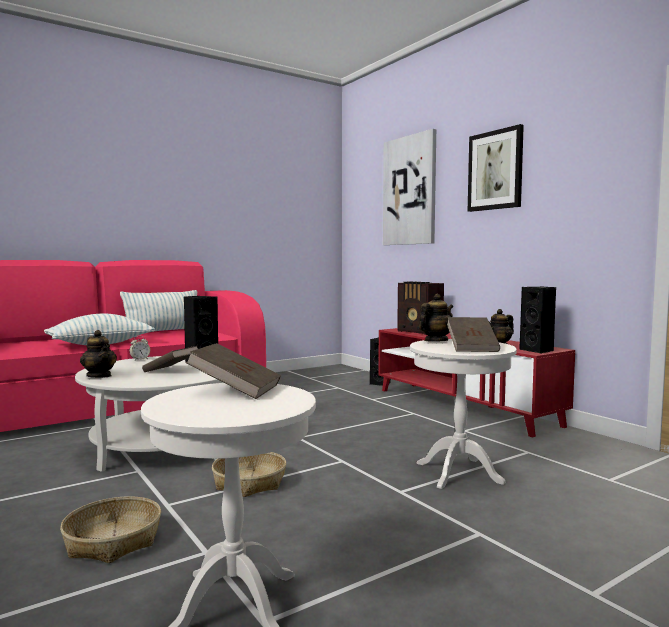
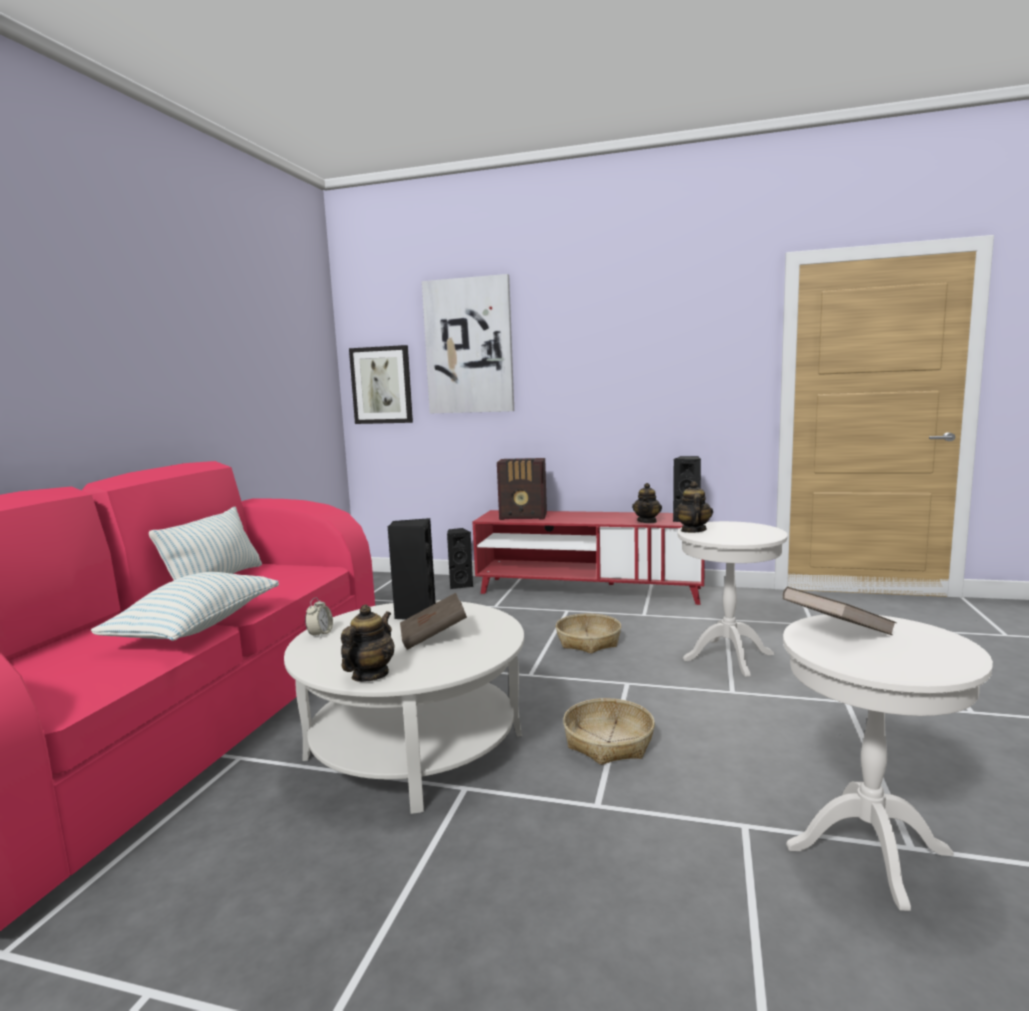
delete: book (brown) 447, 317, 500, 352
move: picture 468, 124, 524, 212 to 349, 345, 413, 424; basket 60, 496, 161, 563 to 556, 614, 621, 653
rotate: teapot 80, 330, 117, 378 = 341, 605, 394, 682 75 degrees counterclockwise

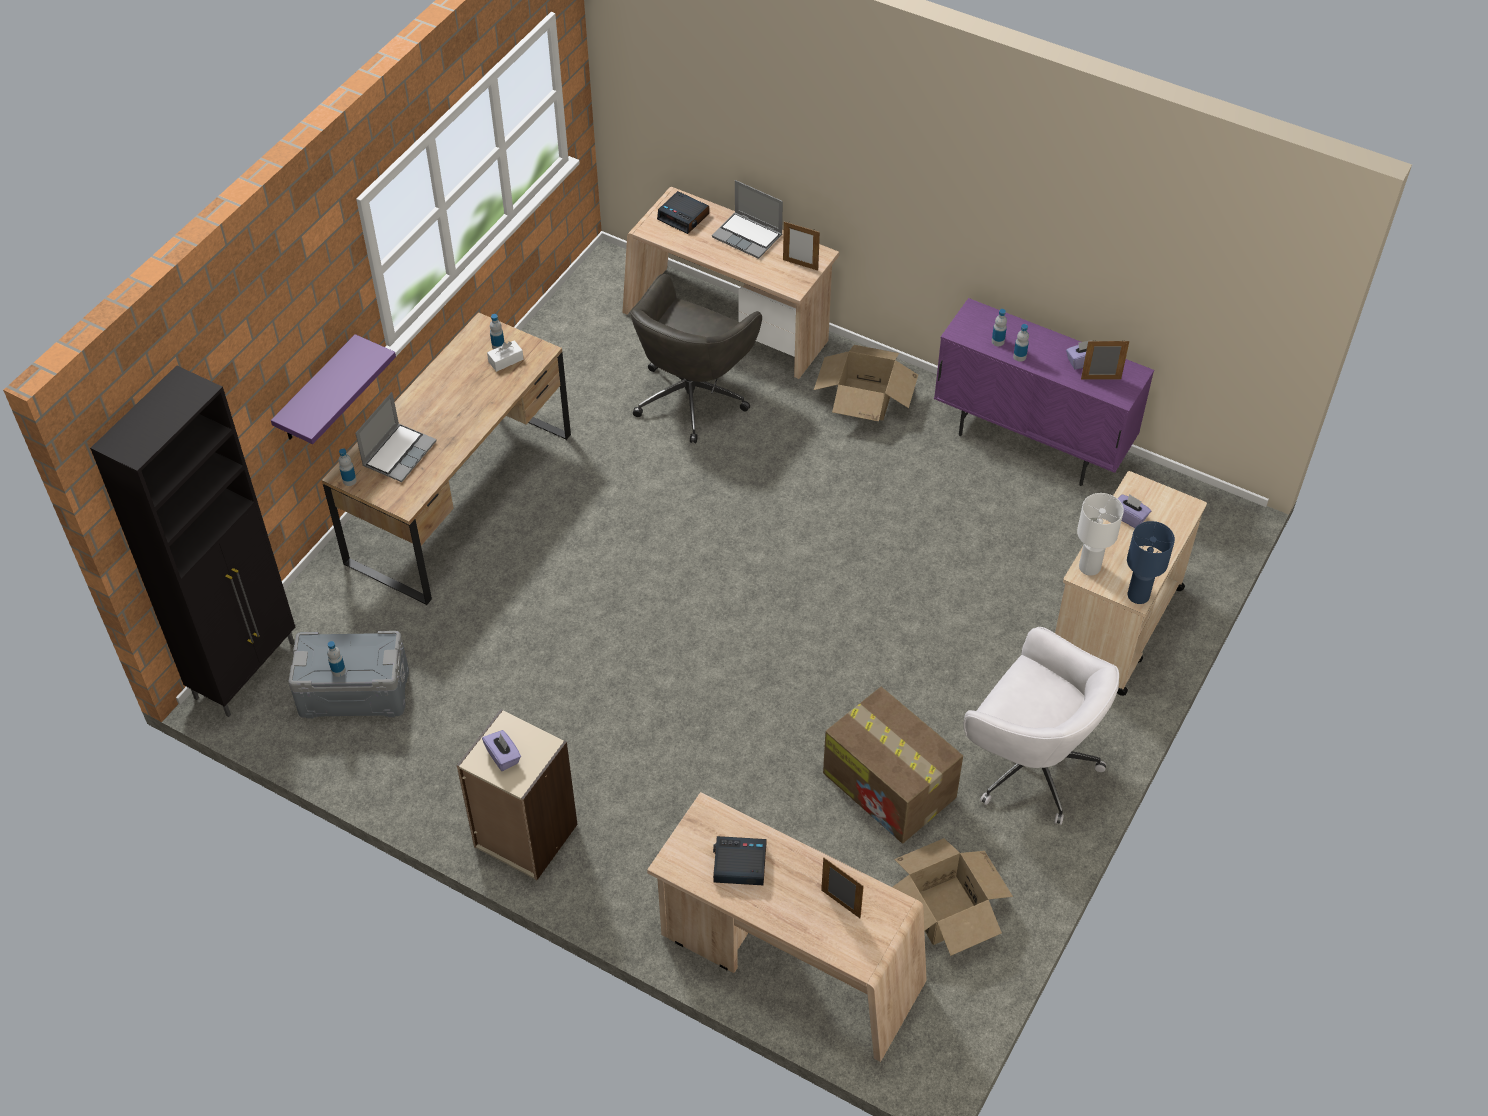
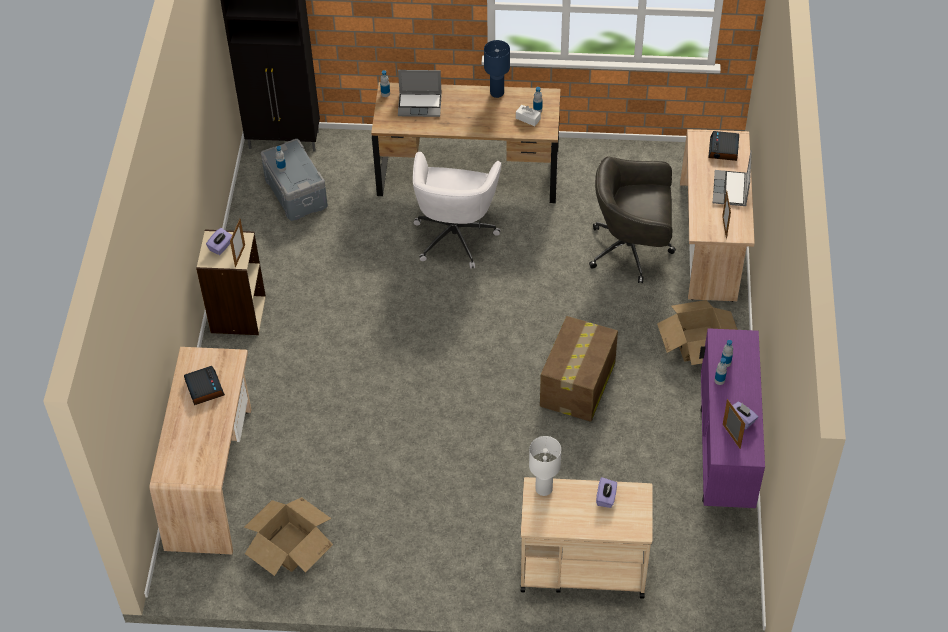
delete: shelf (purple) 271, 334, 396, 444
move: picture frame 821, 858, 864, 918 to 230, 219, 245, 268; office chair (white) 964, 627, 1119, 825 to 413, 152, 502, 269; table lamp (blue) 1127, 521, 1175, 604 to 484, 40, 510, 98; cardboard box 823, 687, 963, 844 to 540, 316, 618, 422

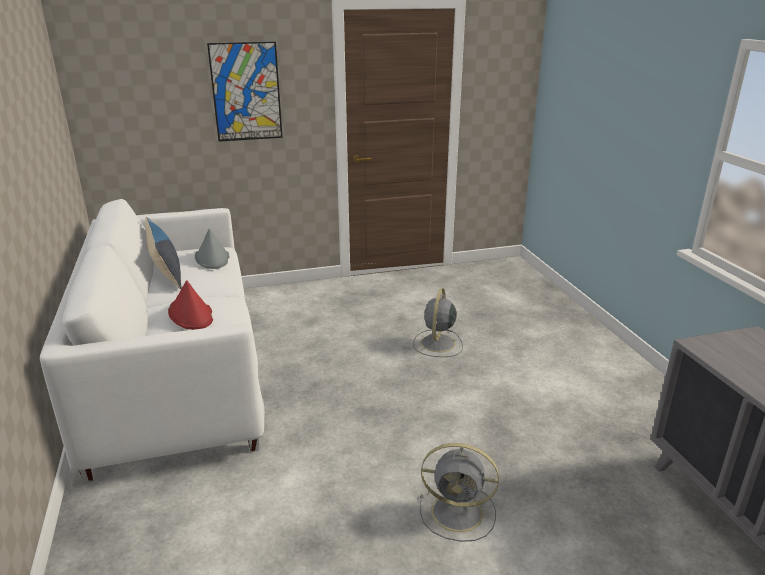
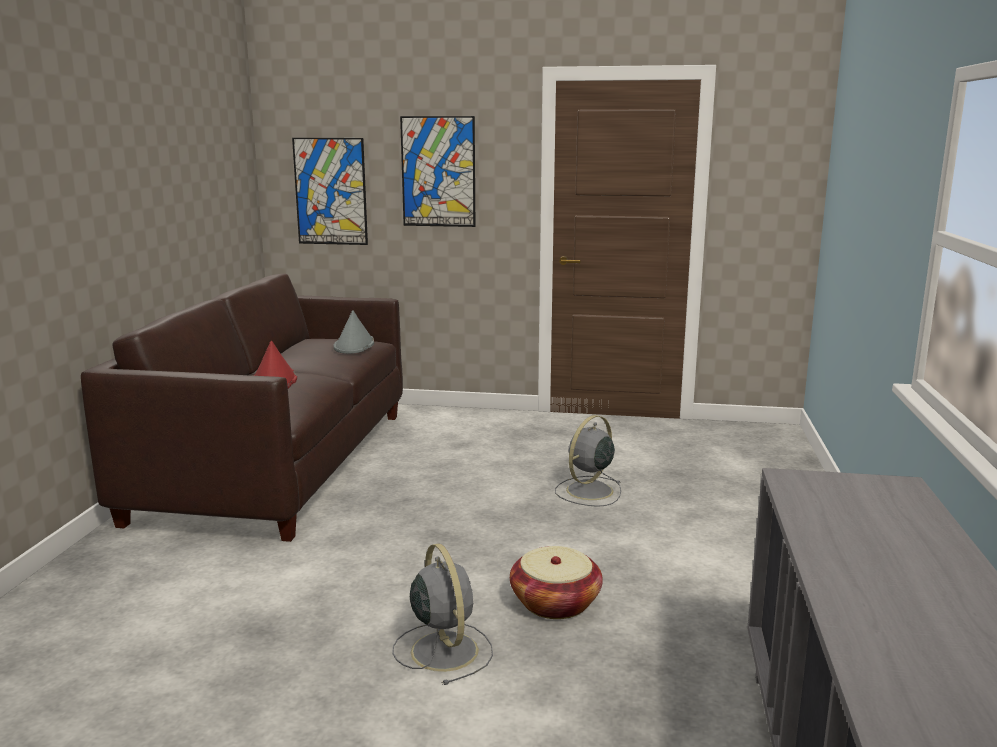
delete: pillow 145, 217, 182, 289
insert: picture 292, 138, 368, 245; basket 510, 546, 603, 619
recolor: sofa (white) 40, 199, 265, 482 to sofa (brown) 81, 274, 403, 542
rotate: fan (grey) 420, 443, 499, 542 = 392, 543, 493, 685 150 degrees counterclockwise

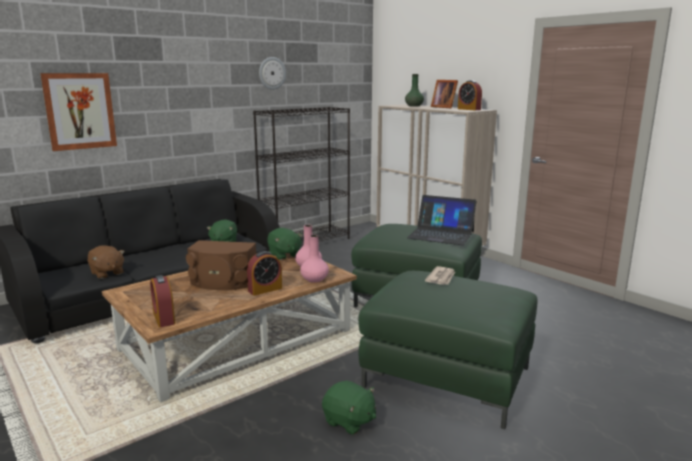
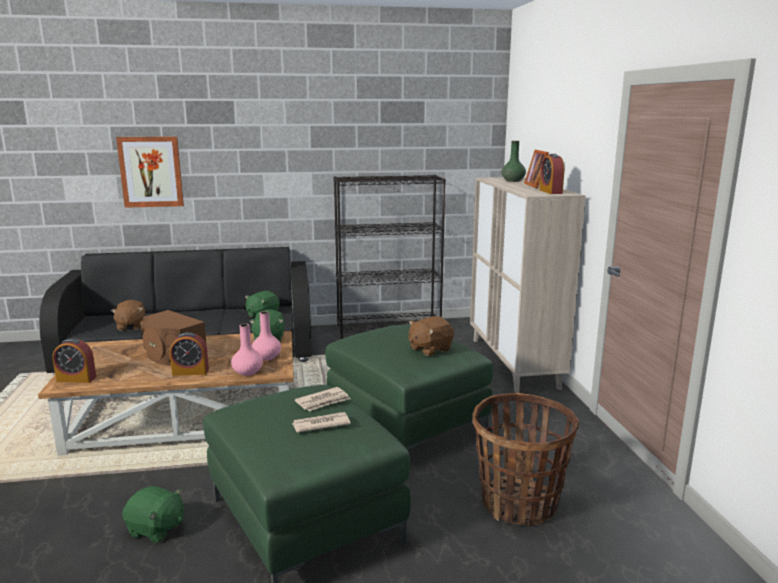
delete: wall clock 259, 57, 286, 90
insert: newspaper 292, 412, 351, 432; basket 472, 393, 579, 526
replace: laptop 407, 195, 476, 245 to plush toy (brown) 409, 316, 454, 356
rotate: alarm clock 150, 275, 175, 327 = 53, 338, 96, 383 90 degrees counterclockwise; plush toy (green) 322, 381, 376, 435 = 122, 486, 184, 543 45 degrees counterclockwise

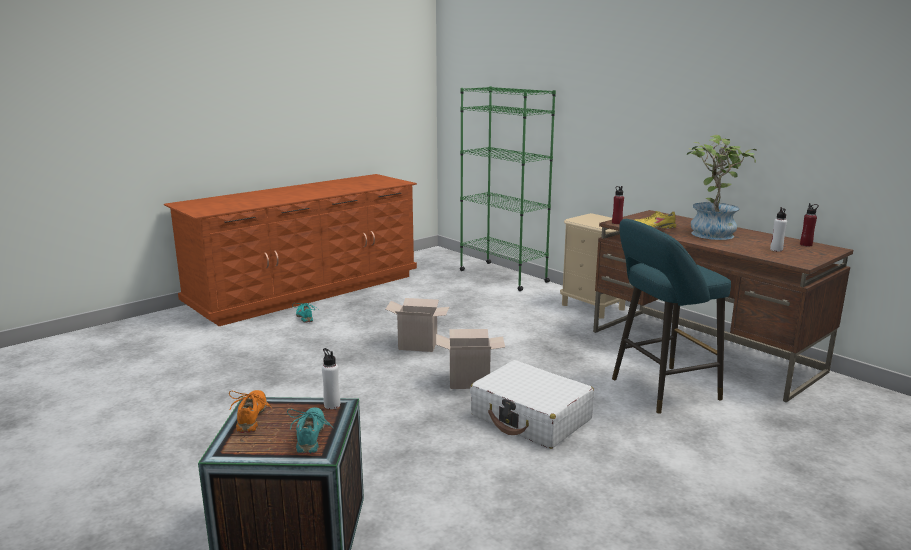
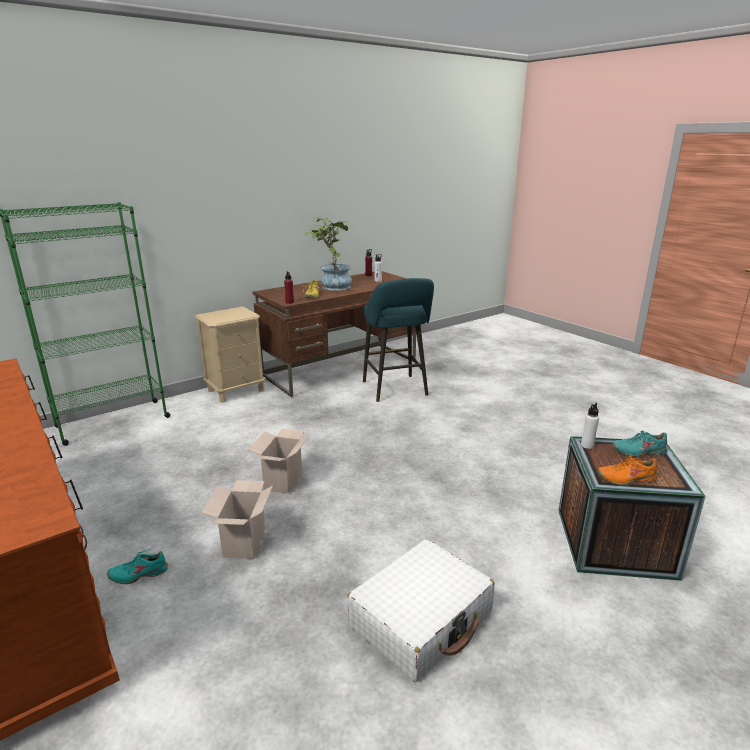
move: cardboard box 436, 329, 505, 389 to 202, 480, 273, 559; suitcase (white) 470, 360, 594, 449 to 347, 539, 495, 682

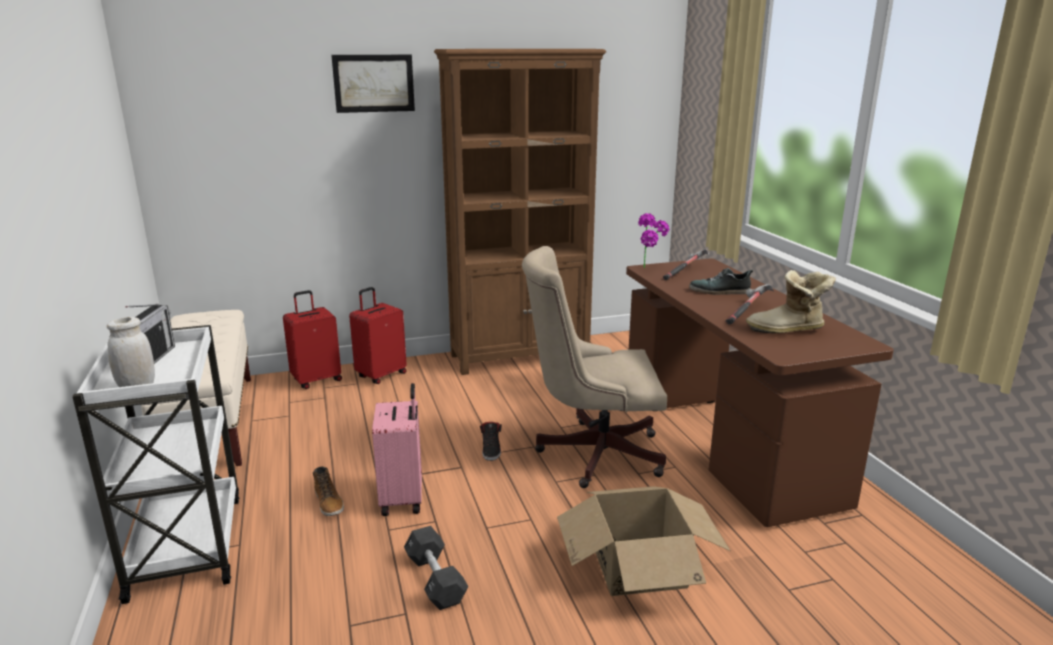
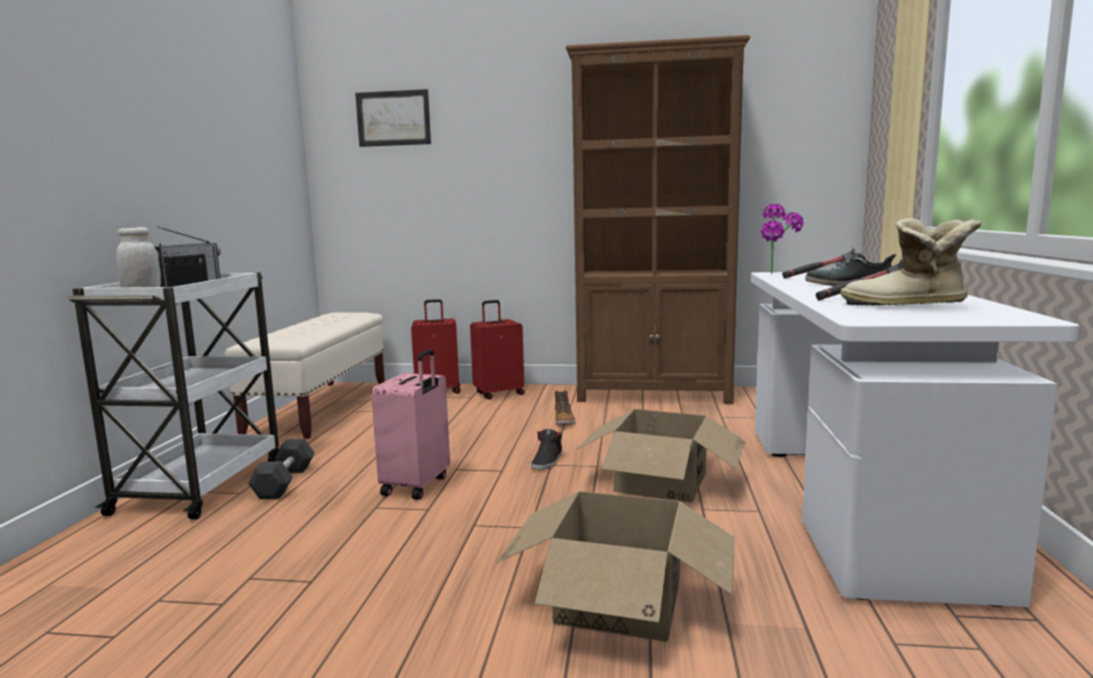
move: dumbbell (black) 404, 526, 469, 610 to 248, 439, 315, 499; picture 331, 55, 415, 113 to 355, 89, 431, 147; boot 313, 467, 344, 516 to 555, 390, 575, 425
replace: office chair (beige) 522, 246, 667, 488 to cardboard box 576, 409, 745, 503
recolor: desk (brown) 626, 259, 894, 527 to desk (white) 751, 272, 1079, 607

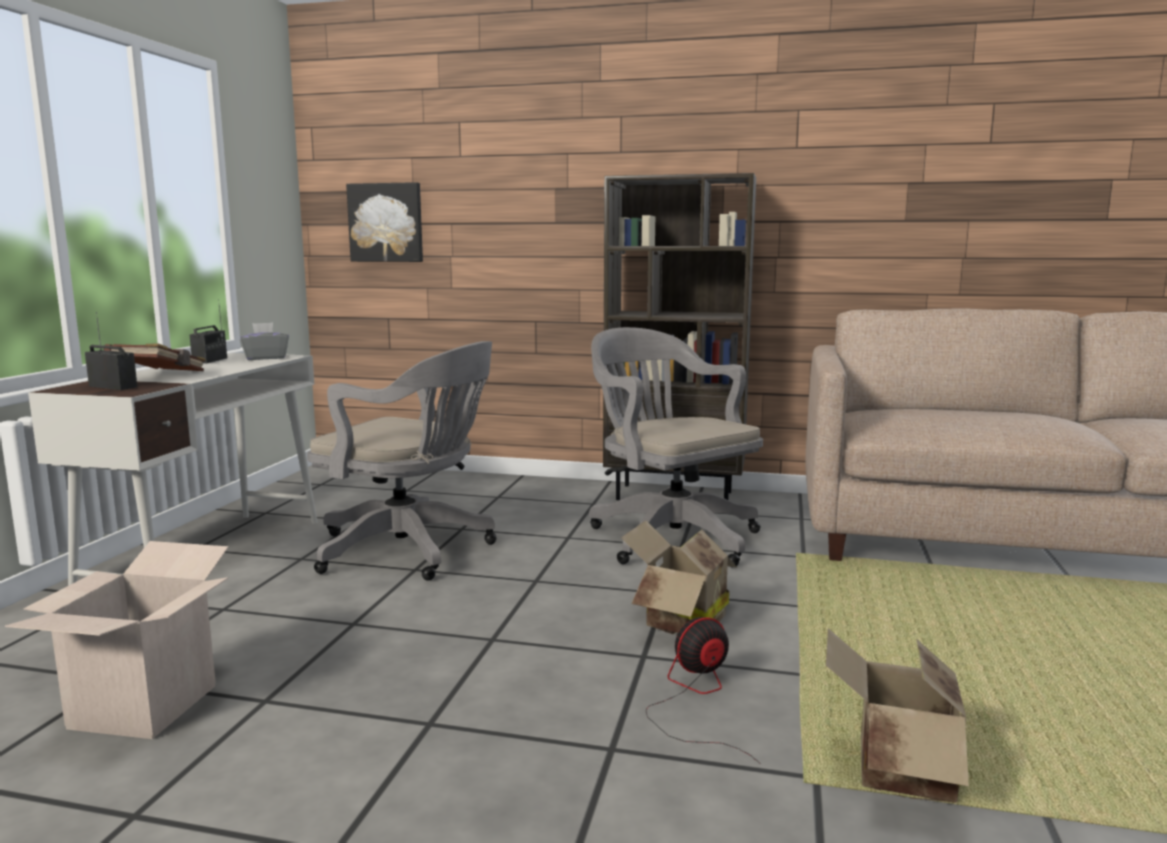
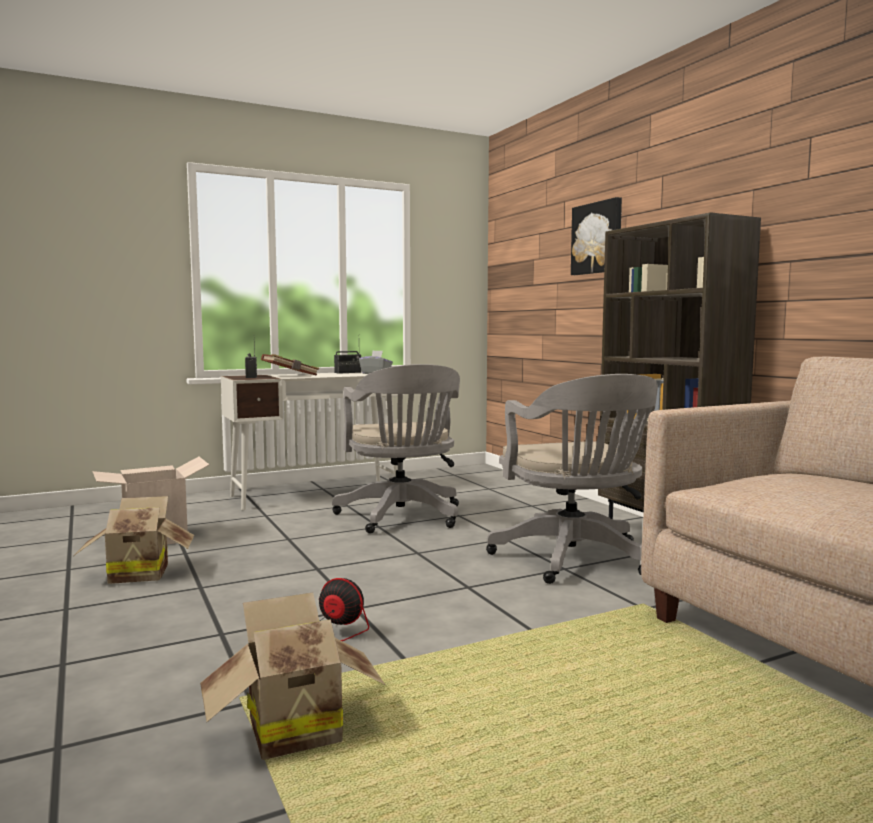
move: cardboard box 621, 520, 737, 635 to 75, 496, 194, 584; picture 346, 182, 423, 262 to 571, 197, 622, 275
rotate: office chair (grey) 589, 327, 763, 566 = 486, 374, 658, 584 150 degrees clockwise

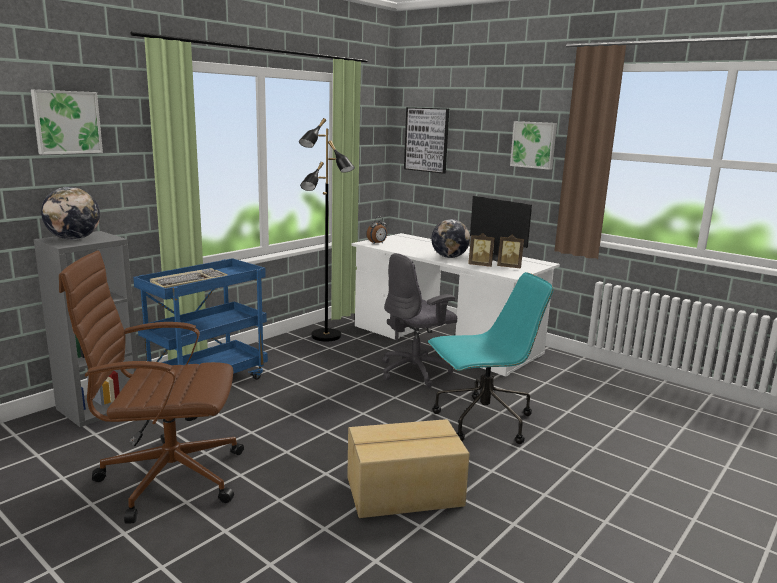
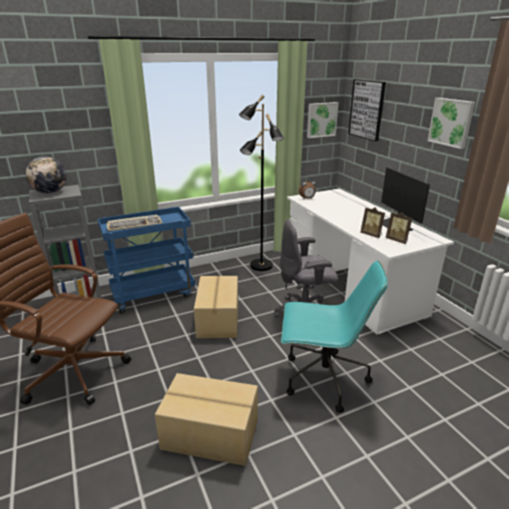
delete: globe 431, 219, 470, 258
insert: cardboard box 194, 276, 238, 338
move: picture 31, 90, 103, 155 to 307, 102, 338, 138

